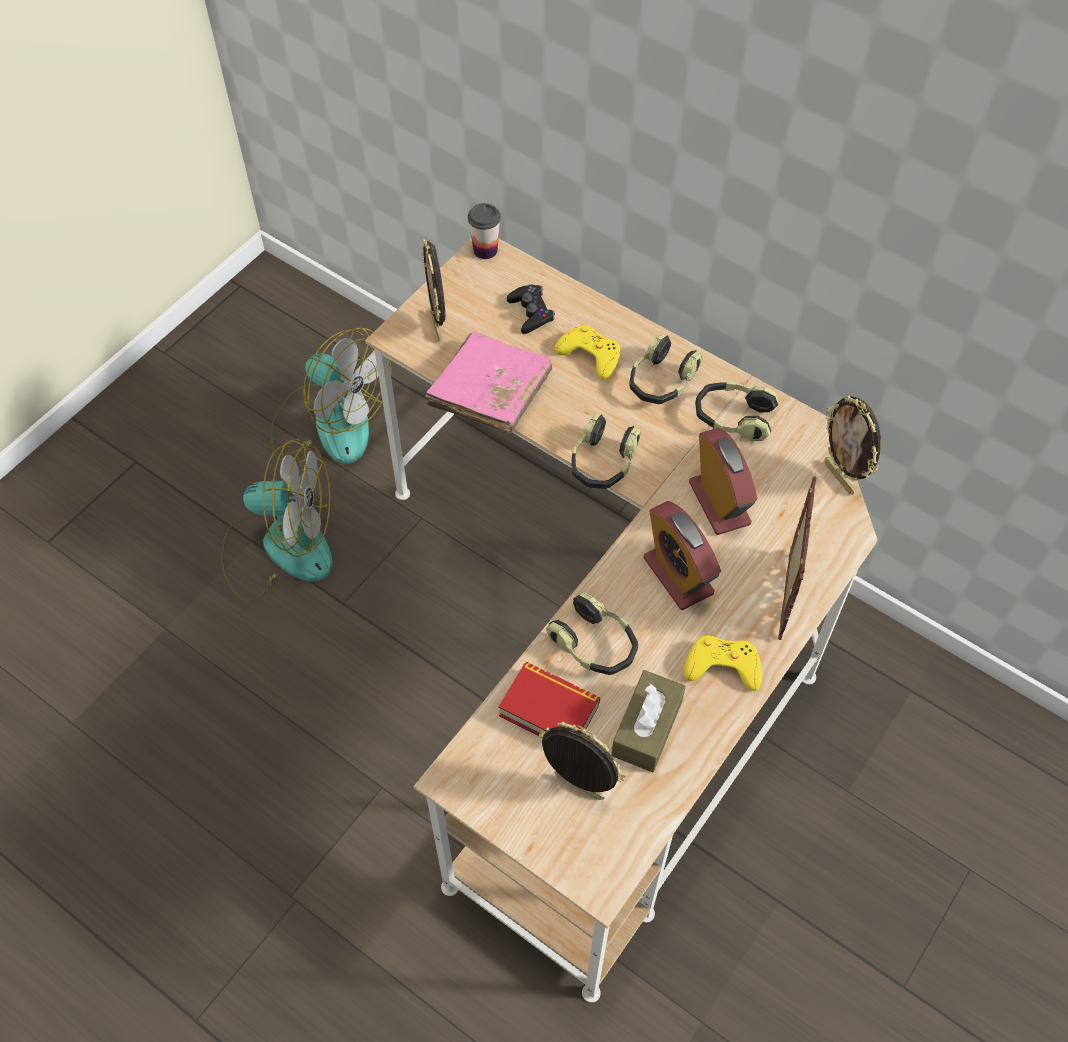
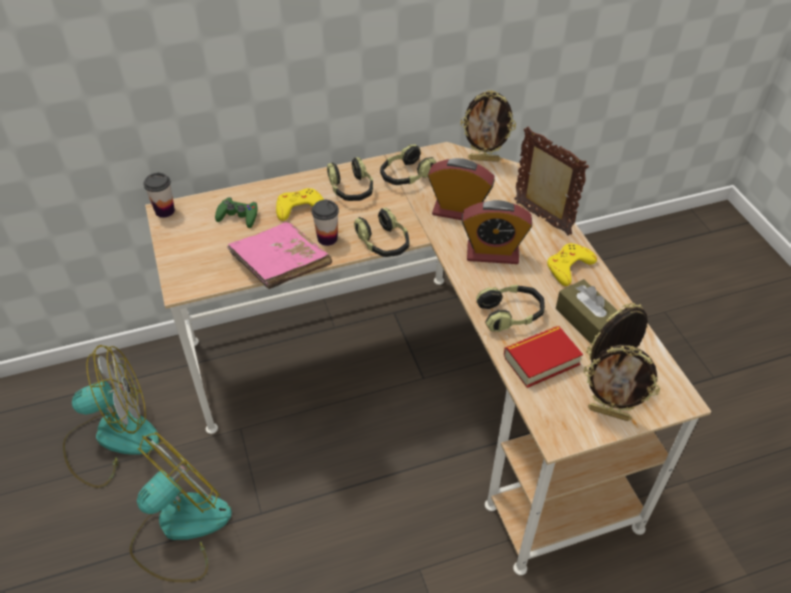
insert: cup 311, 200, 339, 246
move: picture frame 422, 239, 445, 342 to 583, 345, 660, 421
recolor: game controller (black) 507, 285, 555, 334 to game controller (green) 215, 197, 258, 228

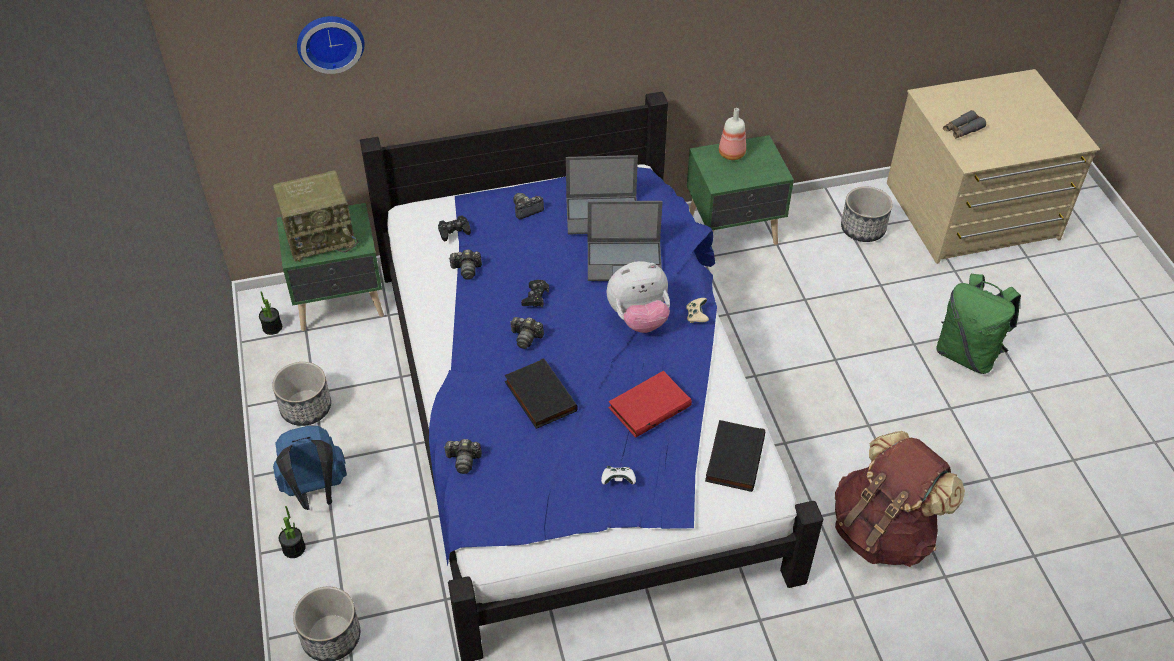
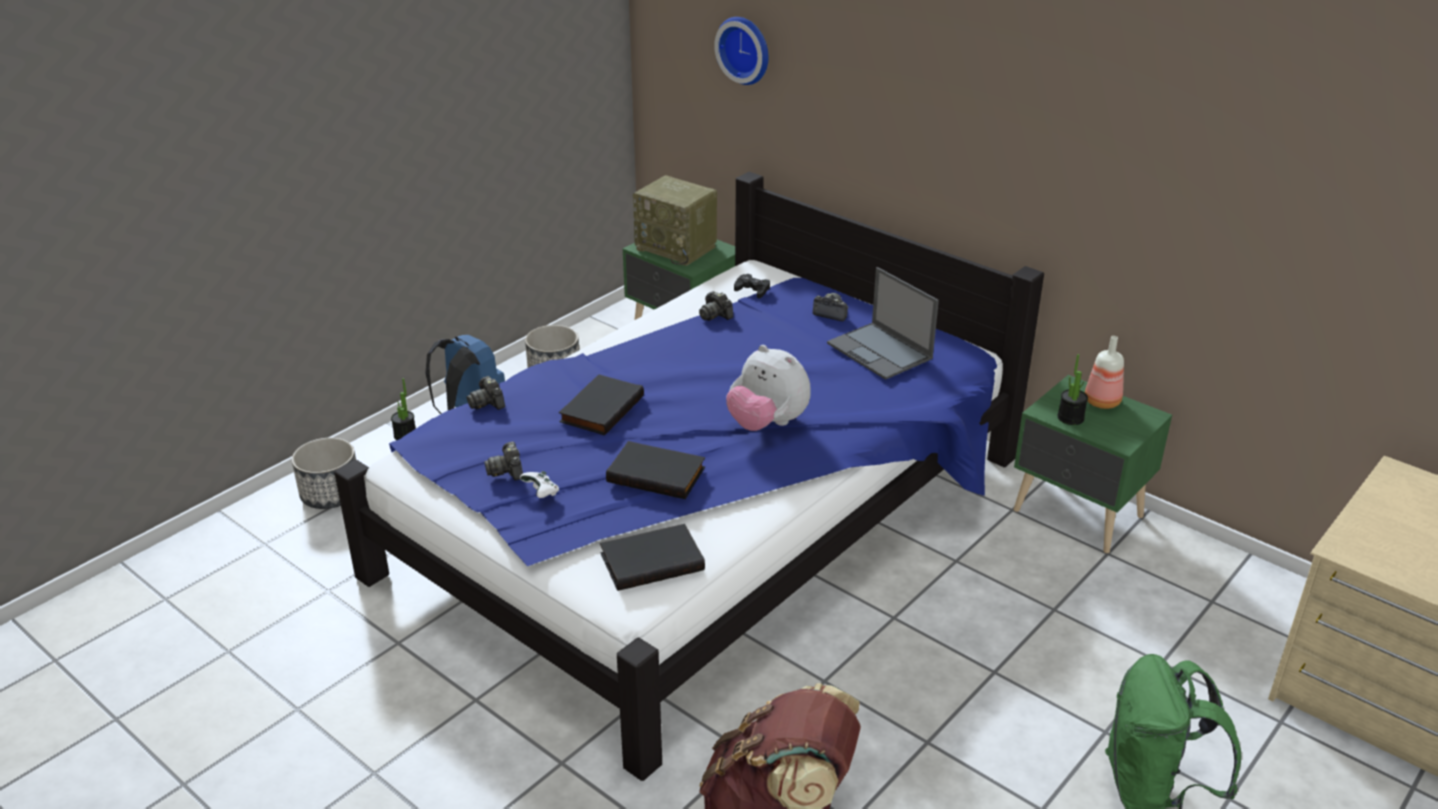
delete: game controller (black) 521, 280, 549, 308; laptop 588, 201, 663, 281; game controller (beige) 686, 298, 709, 323; planter 841, 187, 892, 242; binoculars (grey) 943, 110, 986, 139
move: photo camera 510, 317, 544, 349 to 484, 441, 523, 480; potted plant 259, 291, 282, 335 to 1058, 354, 1088, 425
recolor: book (red) 608, 371, 692, 438 to book (black) 606, 441, 705, 499

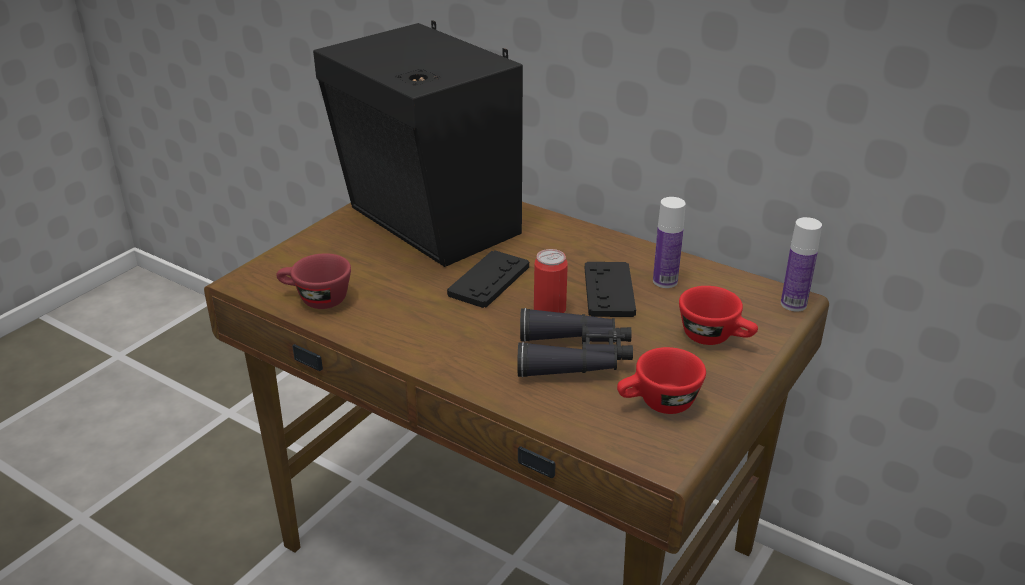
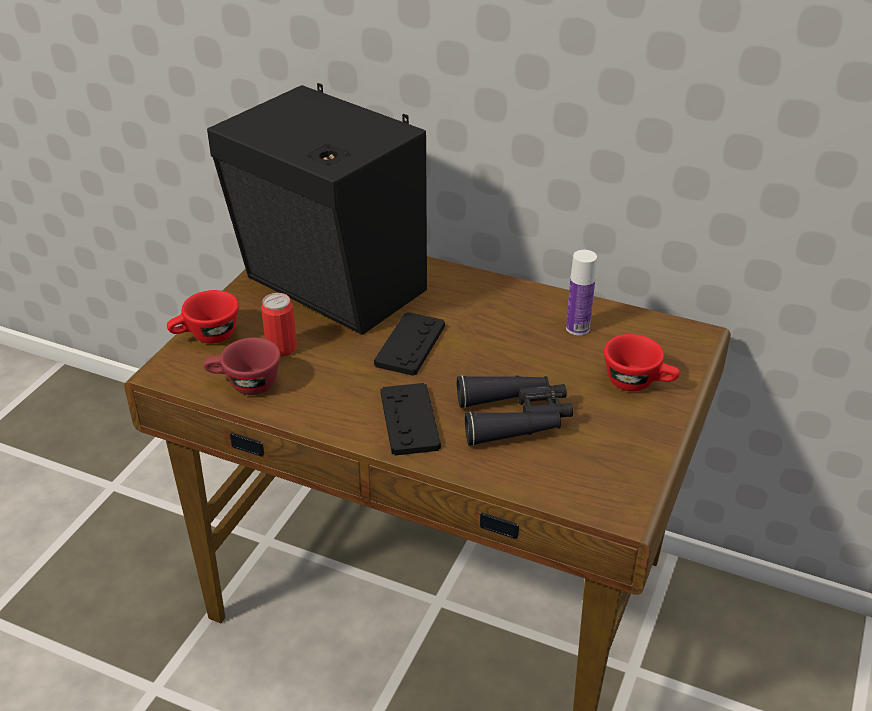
delete: bottle 781, 217, 822, 311
move: cup (red) 617, 347, 706, 414 to 167, 290, 239, 344; can 534, 249, 568, 313 to 261, 293, 297, 357; game controller (black) 585, 262, 636, 317 to 380, 383, 441, 456

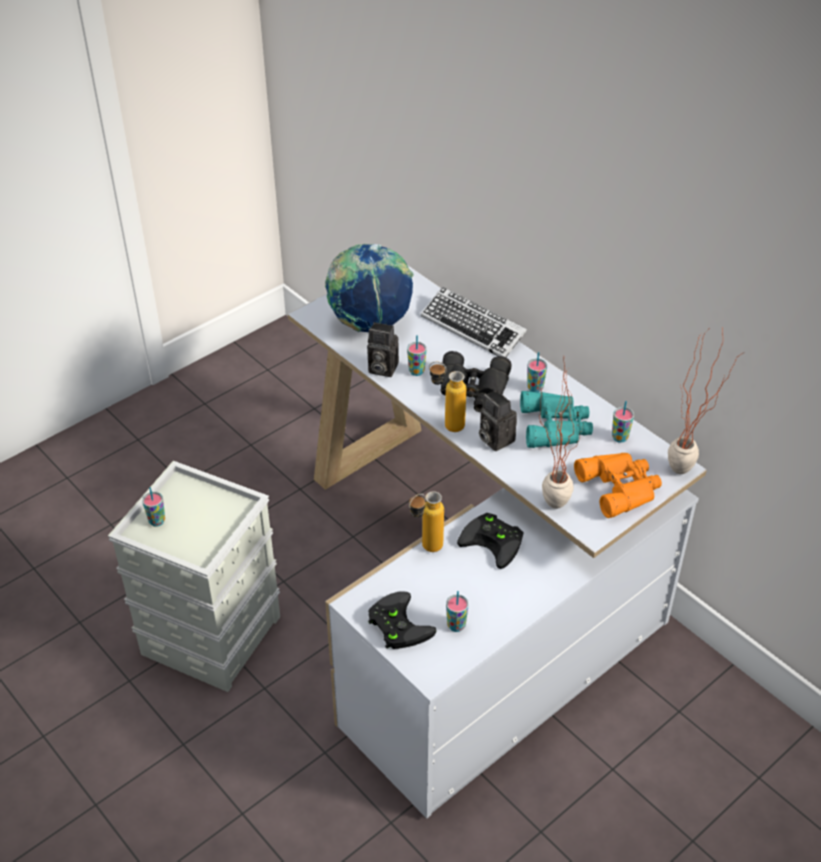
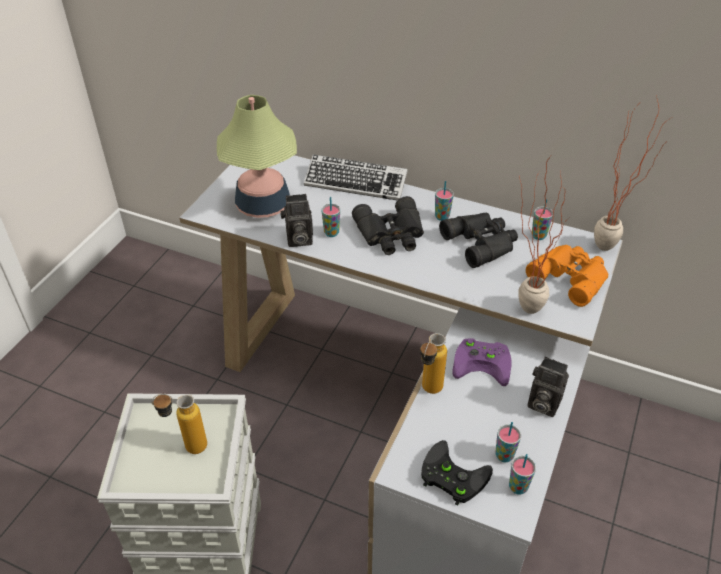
move: bottle 429, 362, 466, 432 to 151, 394, 207, 454; cup 142, 487, 165, 527 to 509, 454, 536, 495; photo camera 479, 390, 517, 451 to 528, 356, 569, 417
replace: globe 325, 244, 414, 332 to table lamp 217, 95, 297, 218
recolor: binoculars (turquoise) 520, 391, 593, 448 to binoculars (black) 439, 212, 518, 268; game controller (black) 457, 513, 524, 569 to game controller (purple) 453, 338, 512, 386

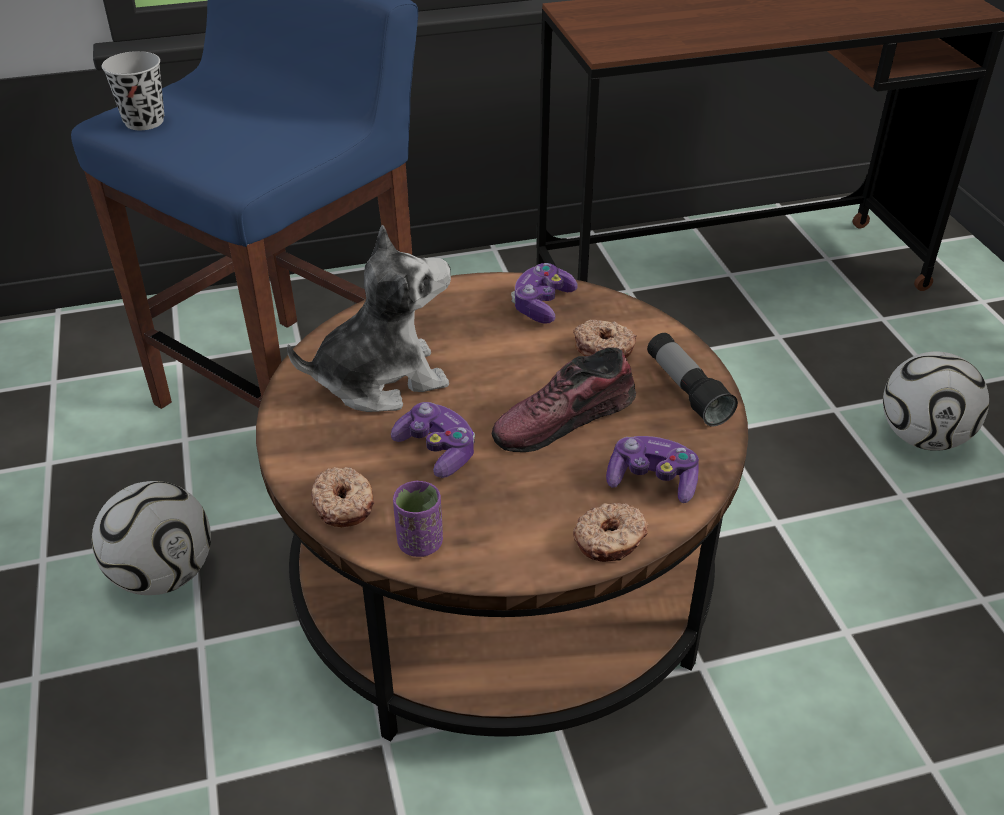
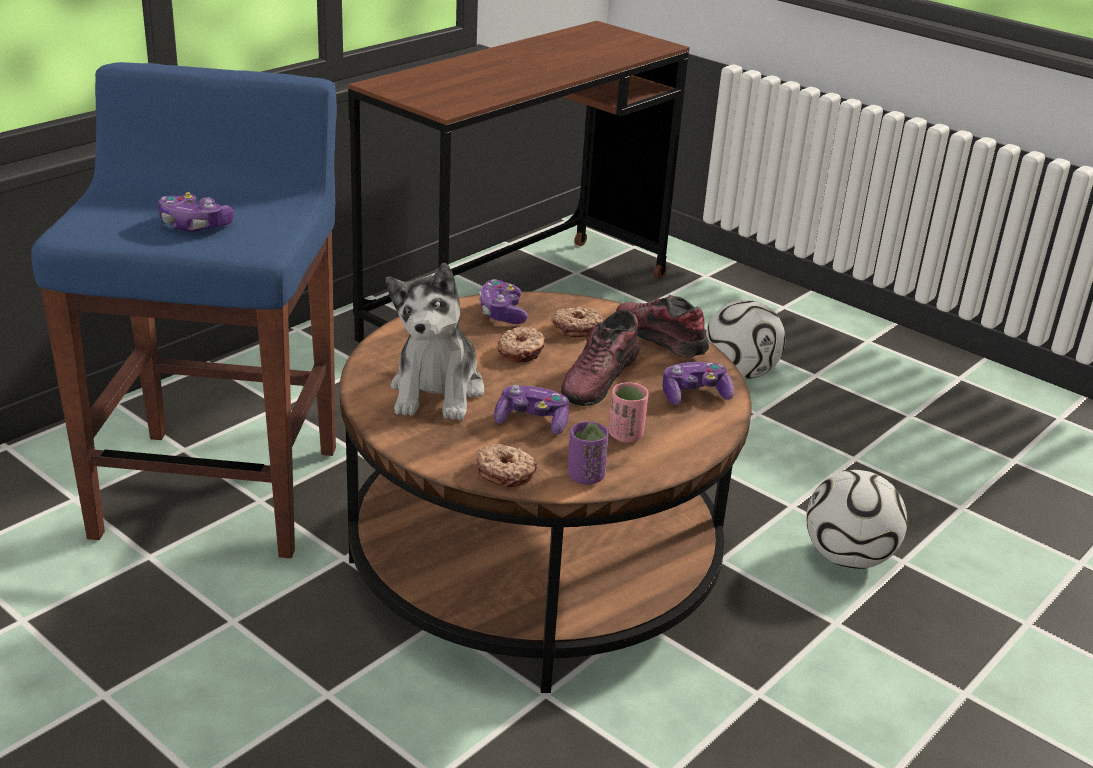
delete: cup (black) 102, 51, 164, 130
insert: game controller 158, 192, 234, 232; cup (pink) 608, 382, 649, 443
move: donut 573, 503, 648, 562 to 497, 326, 545, 363; football 92, 481, 211, 595 to 806, 470, 907, 569
replace: flashlight 647, 333, 738, 426 to shoe 616, 295, 709, 358
rotate: plush toy 287, 225, 451, 412 = 386, 263, 484, 421 150 degrees clockwise

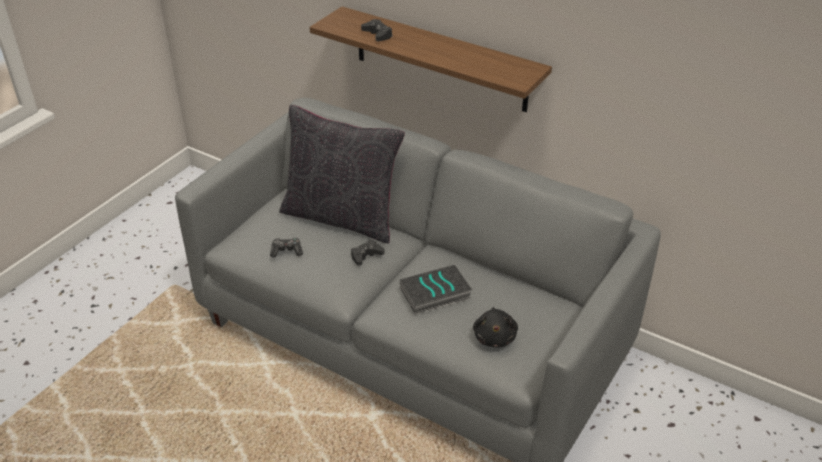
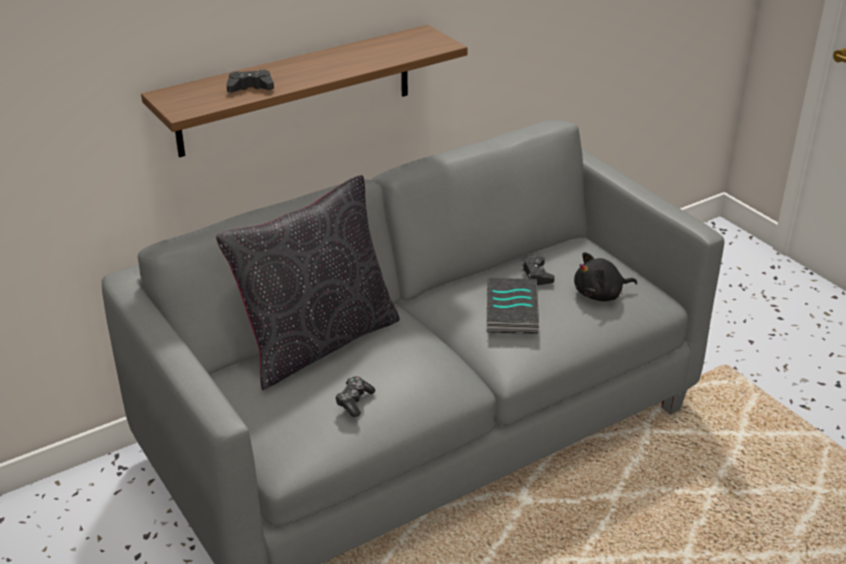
move: game controller (black) 351, 240, 385, 266 to 521, 257, 555, 285
rotate: plush toy (black) 473, 307, 518, 347 = 574, 252, 637, 302 135 degrees clockwise

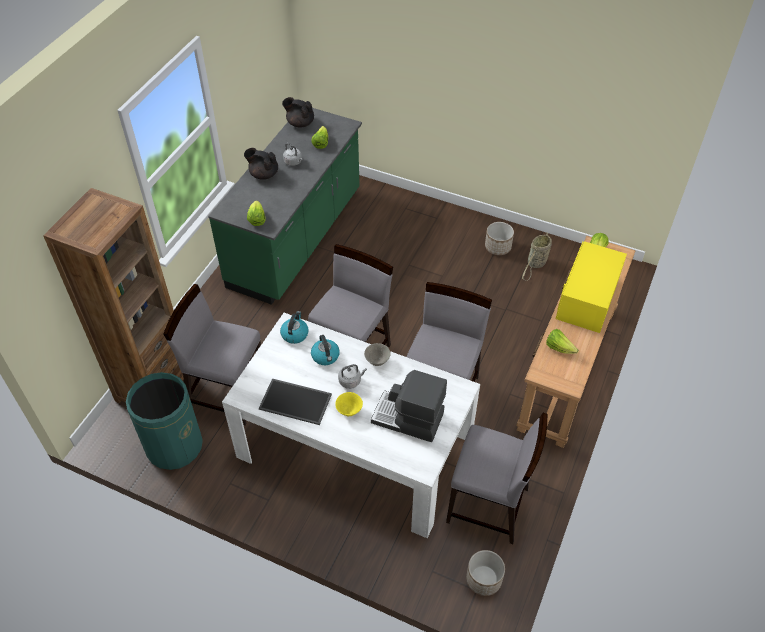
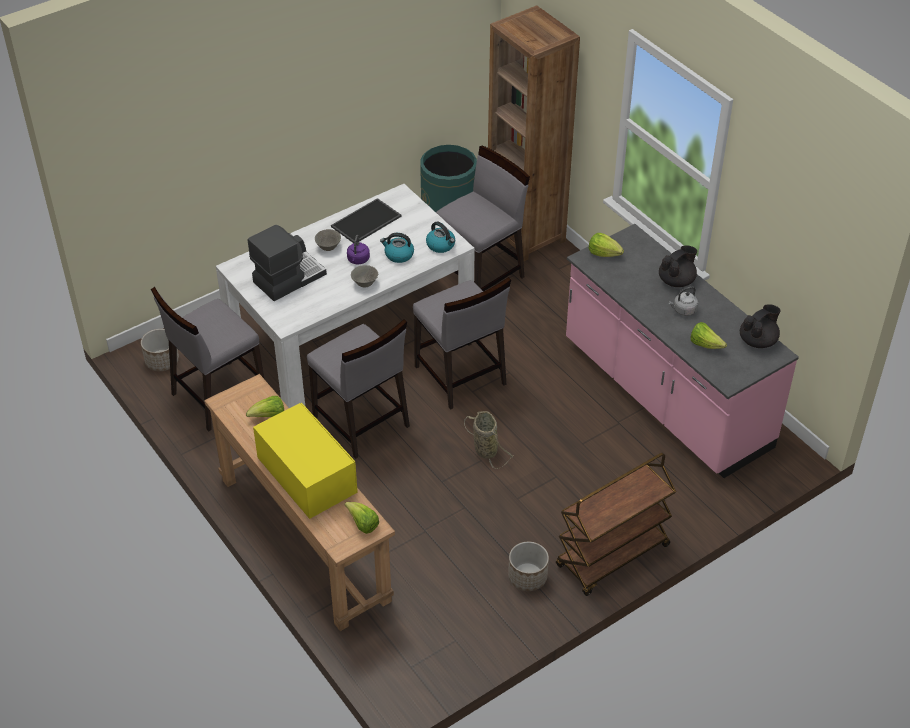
insert: cart (brown) 556, 453, 676, 596
move: basket 522, 232, 552, 281 to 464, 411, 513, 469
recolor: bowl (yellow) 335, 392, 363, 416 to bowl (grey) 315, 229, 341, 251; kettle (grey) 338, 364, 367, 389 to kettle (purple) 347, 235, 370, 264; counter (green) 208, 108, 362, 305 to counter (pink) 566, 224, 799, 478

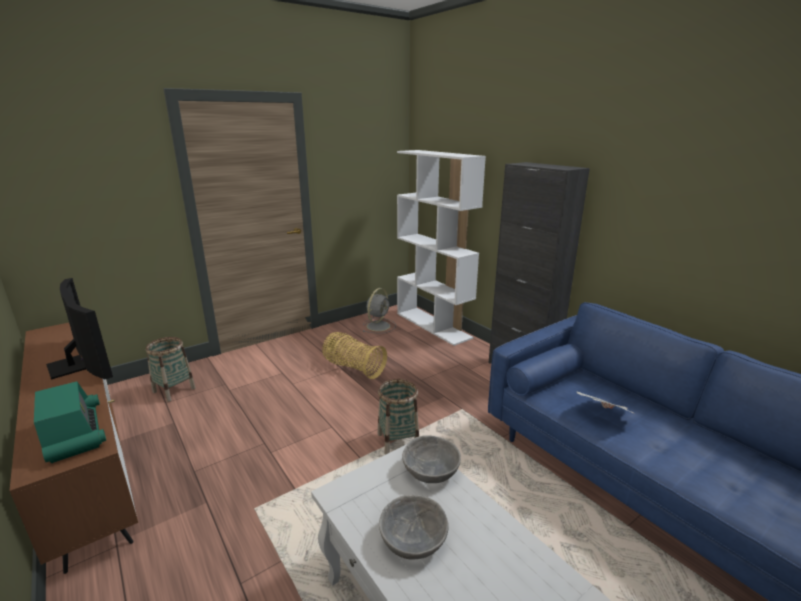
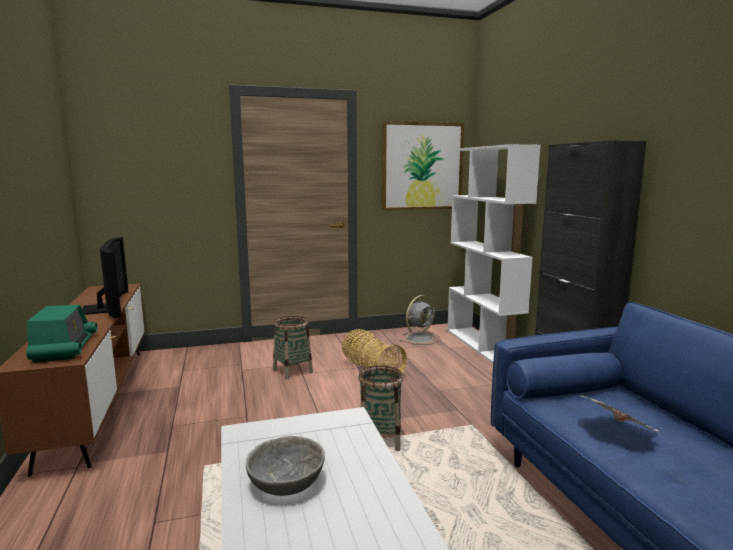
delete: bowl (grey) 402, 435, 461, 483
insert: picture 382, 121, 464, 210
move: basket 146, 337, 196, 402 to 273, 316, 313, 380

